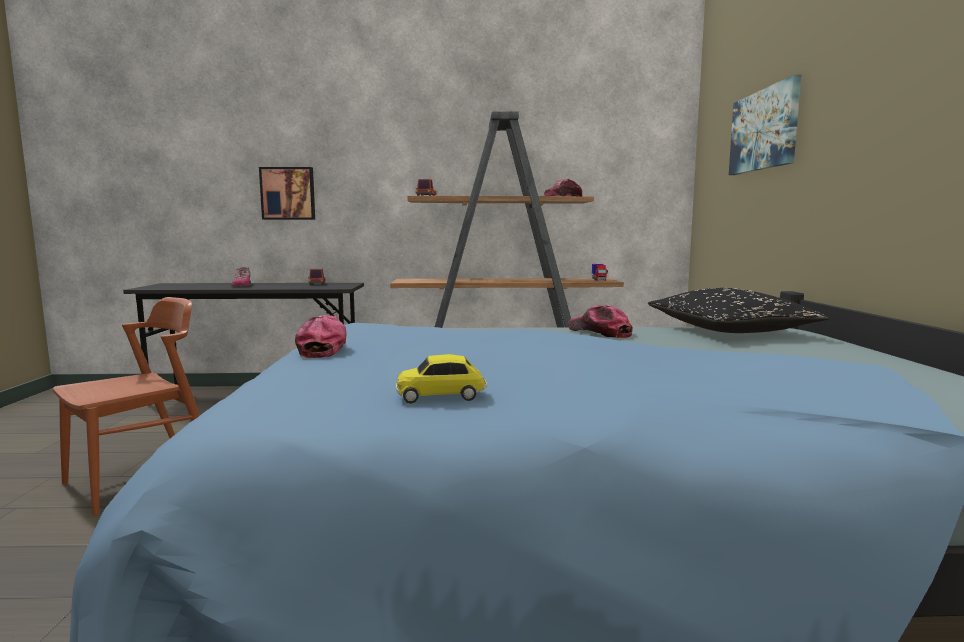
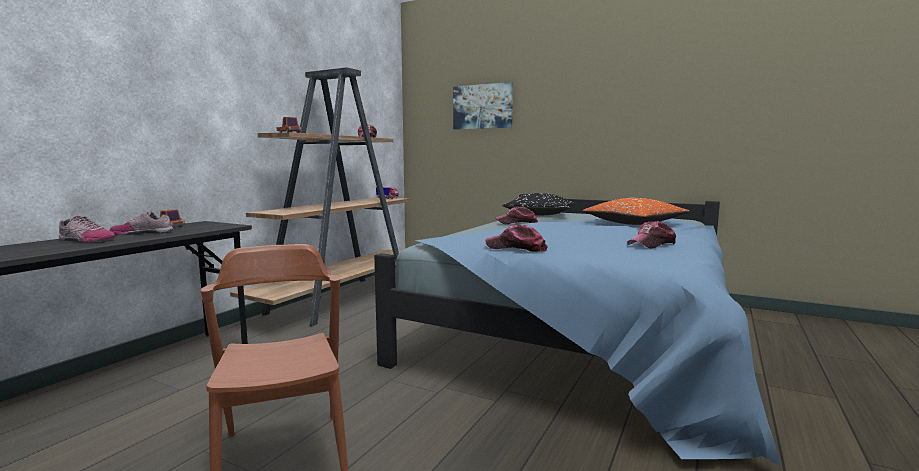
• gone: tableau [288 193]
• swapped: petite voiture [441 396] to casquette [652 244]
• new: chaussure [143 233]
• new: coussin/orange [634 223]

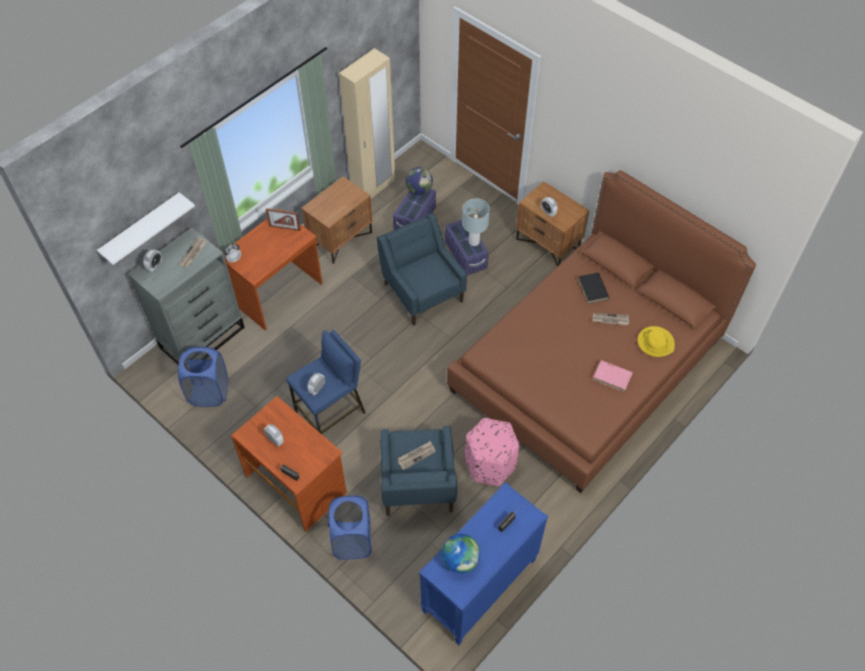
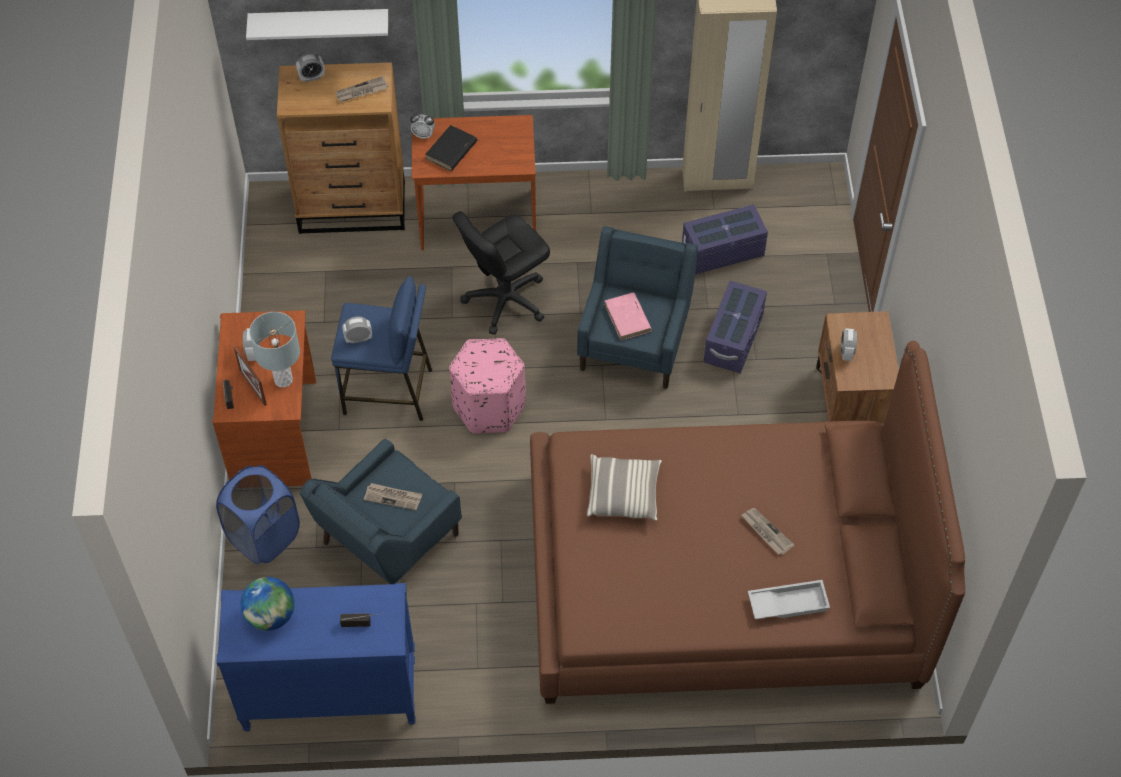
• repainted: commode/gris [203 337] to commode/marron [353 208]
• gone: panier à linge/bleu [209 392]
• shifted: cadre photo [284 228] to [253 387]
• gone: table de chevet/marron [340 238]
• gone: globe [419 190]
• shifted: lampe de table/gris [474 242] to [283 380]
• shifted: pouf/rose [490 464] to [489 407]
• shifted: livre/noir [593 289] to [451 151]
• shifted: livre/rose [612 377] to [628 318]
• swapped: chapeau/jaune [655 343] to plateau/blanc [788 602]
• new: chaise de bureau/noir [505 300]
• new: coussin [623 494]

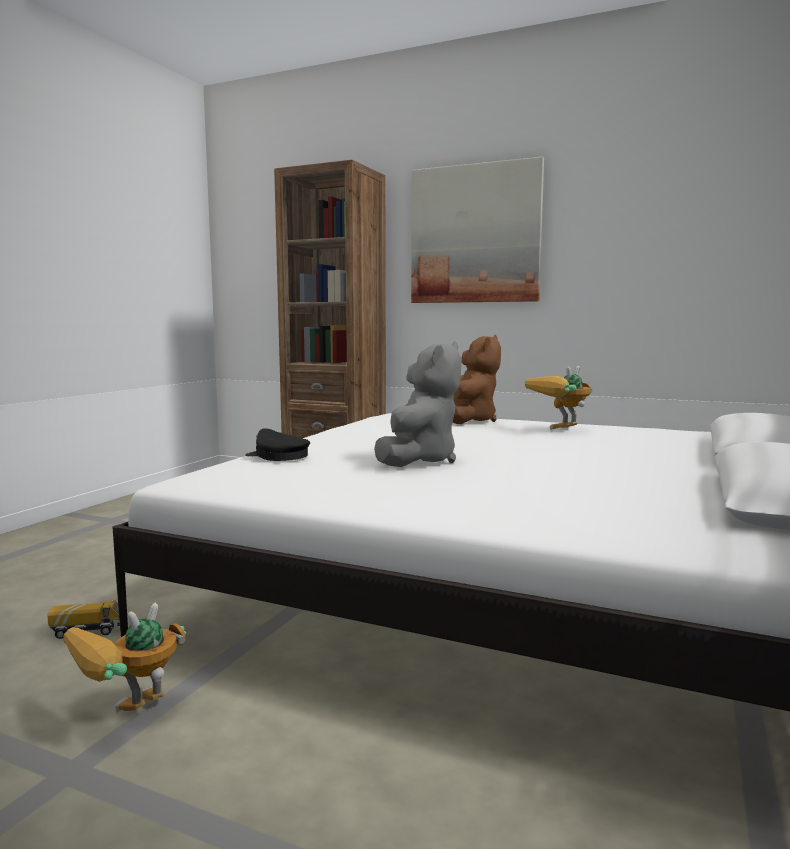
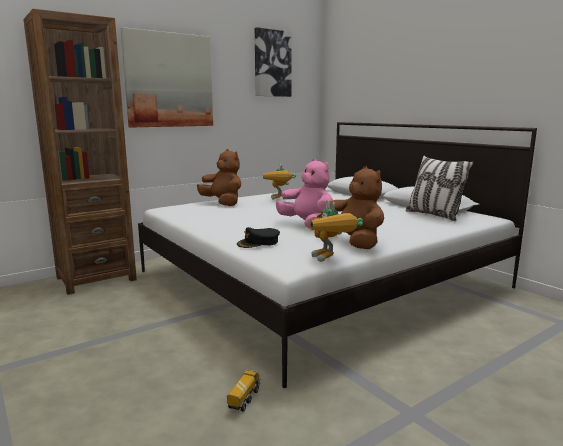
• shifted: robot jouet [129 718] to [331 260]
• repainted: peluche/gris [418 460] to peluche/rose [307 225]
• new: tableau [272 63]
• new: peluche/marron [354 242]
• new: coussin [434 215]

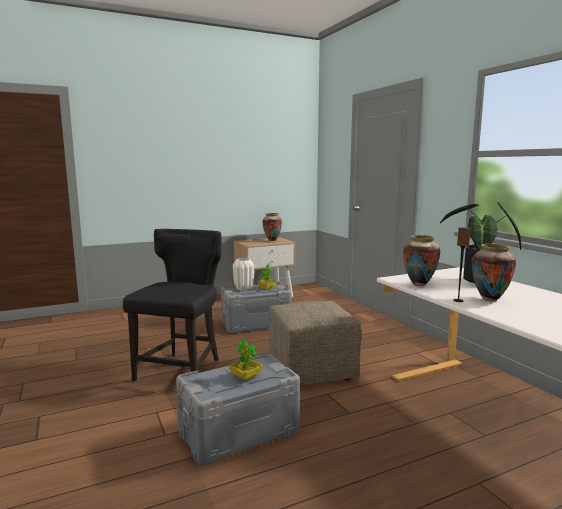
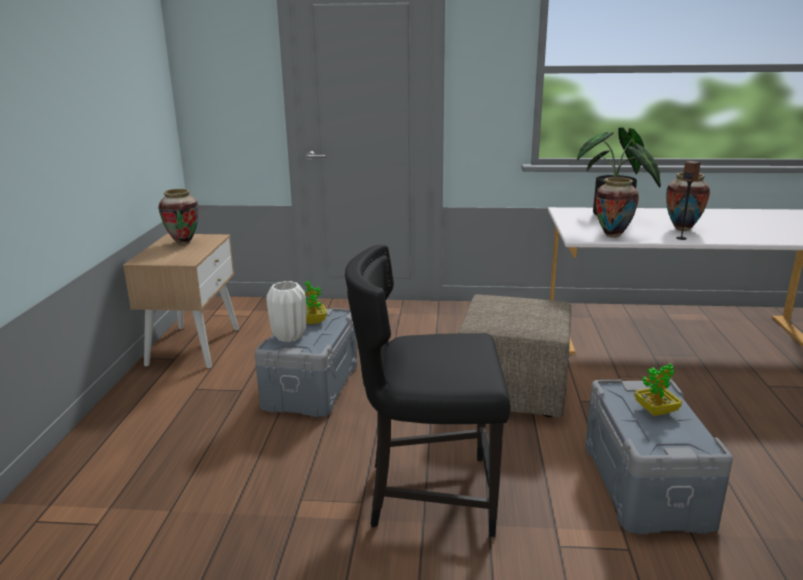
• rotated: chaise/noir [181 370] = [428 494] 45 degrees counterclockwise

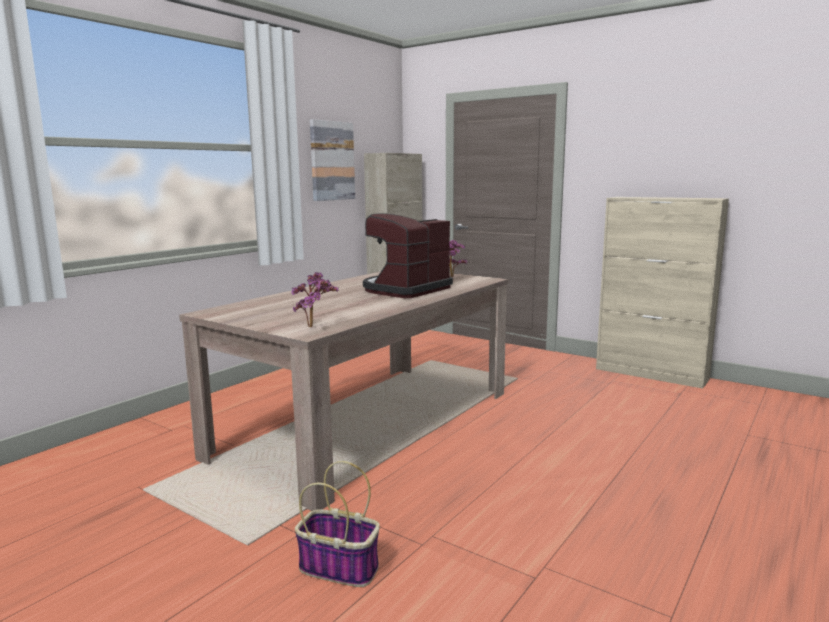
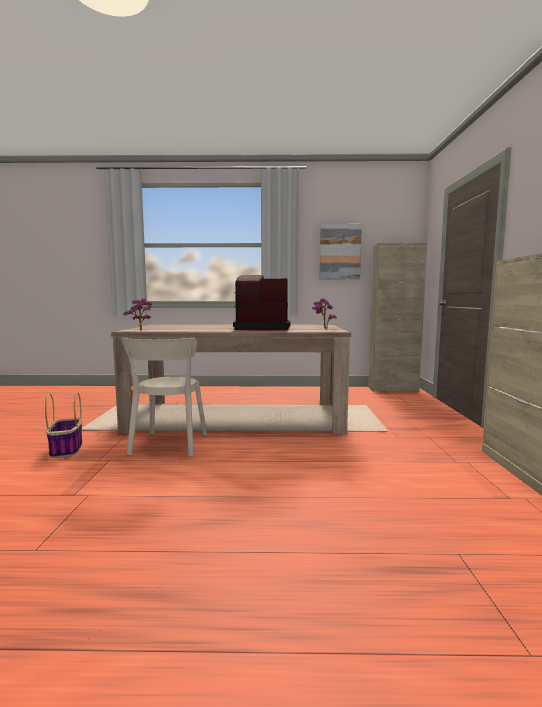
• new: chaise/beige [168 445]

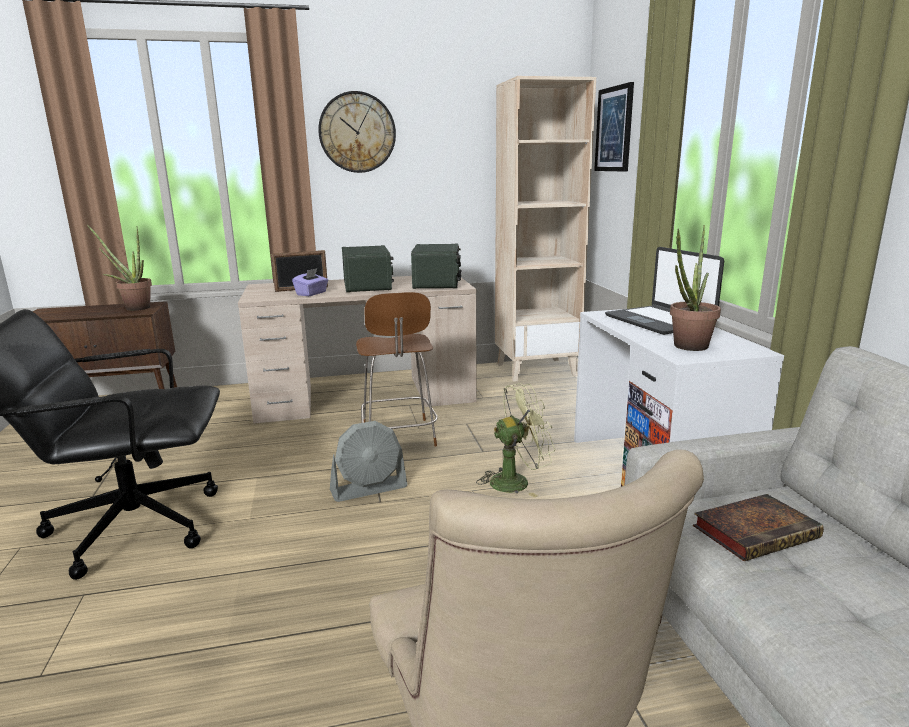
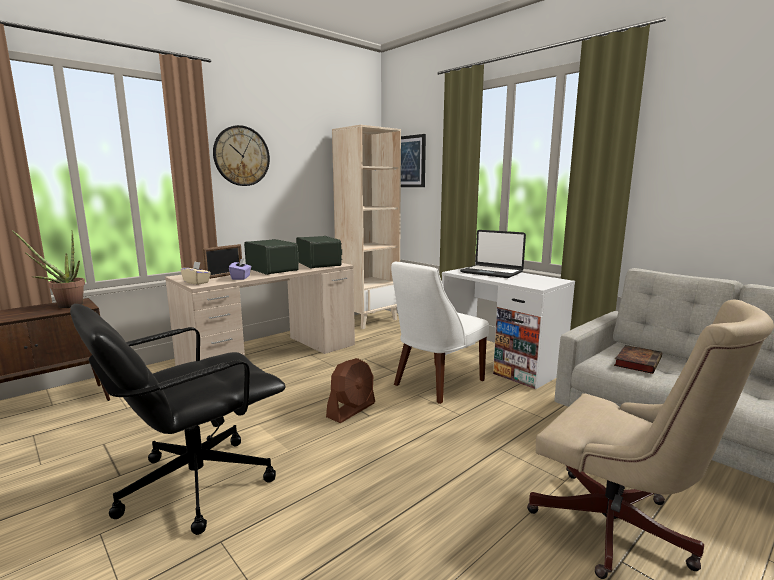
• repainted: ventilateur/gris [369 489] to ventilateur/marron [351 410]
• gone: chaise/marron [398 437]
• swapped: ventilateur/vert [517 481] to chaise/blanc [435 383]
• gone: plante en pot [687 348]
• new: boîte à mouchoirs/beige [196 282]

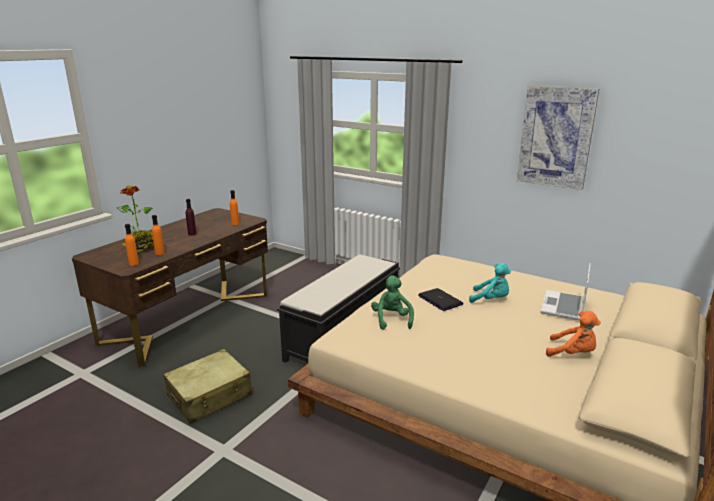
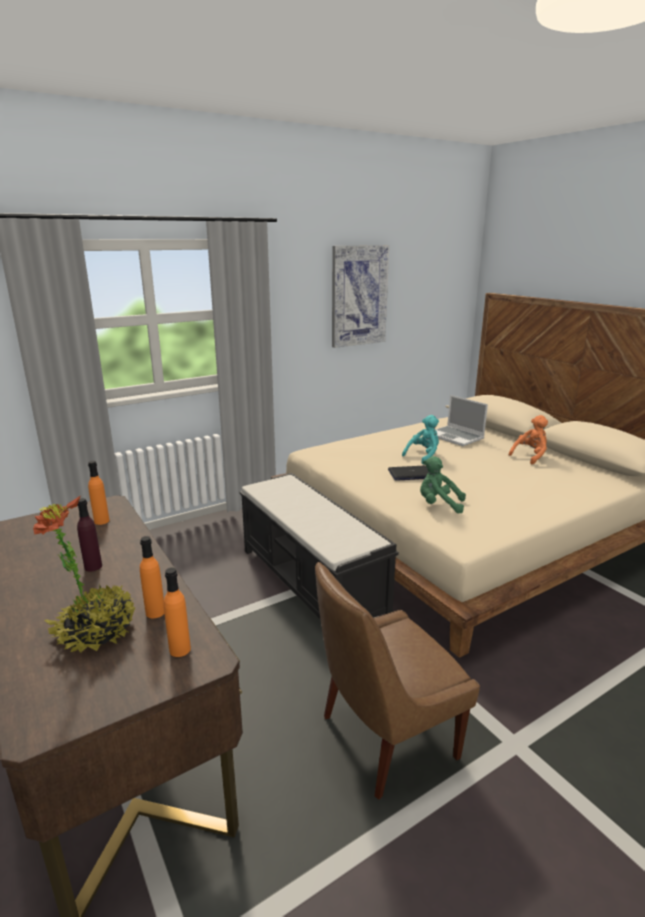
• swapped: valise/beige [210 396] to chaise/marron [384 738]

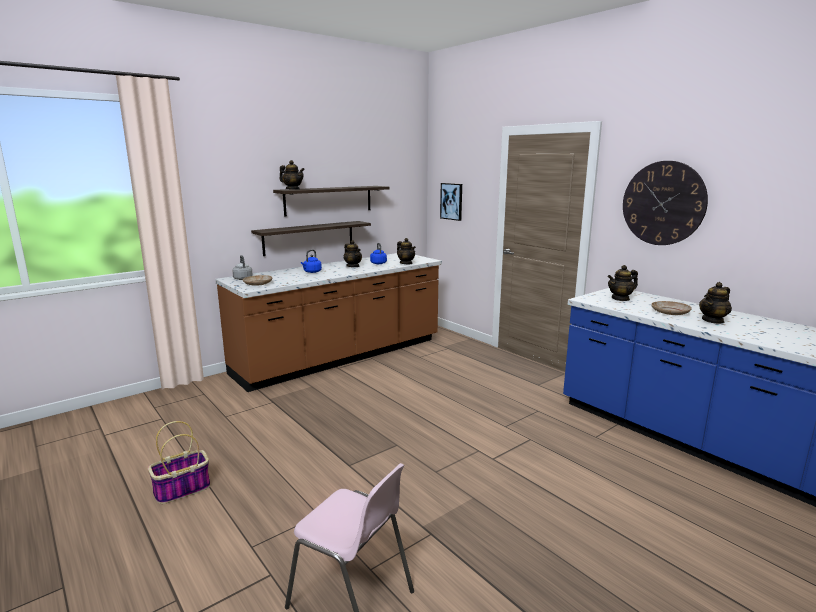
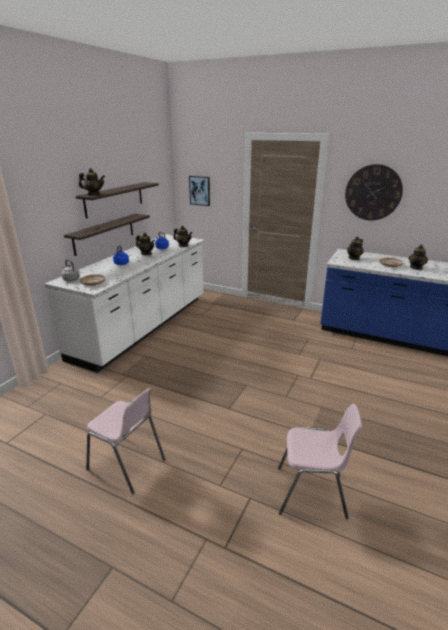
• swapped: panier [182 490] to chaise/rose [127 464]
• repainted: comptoir de cuisine/marron [341 357] to comptoir de cuisine/blanc [144 326]

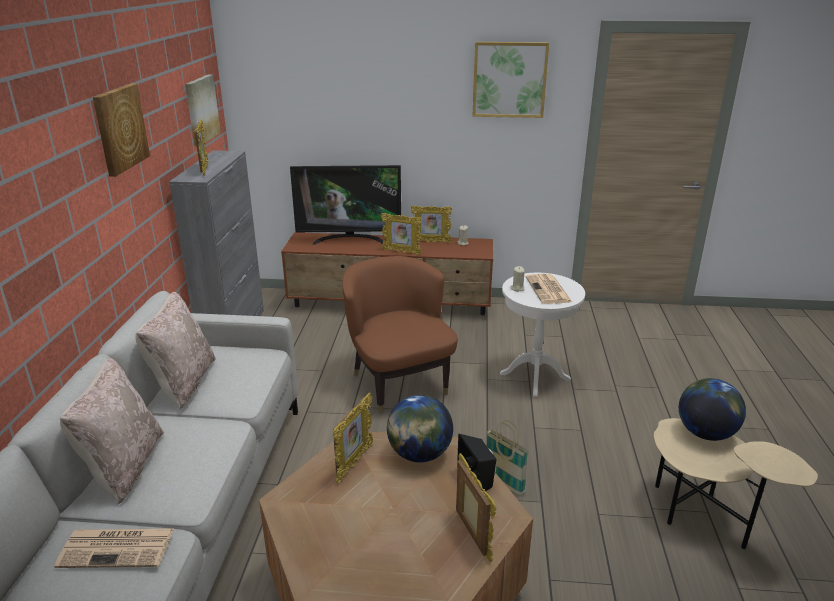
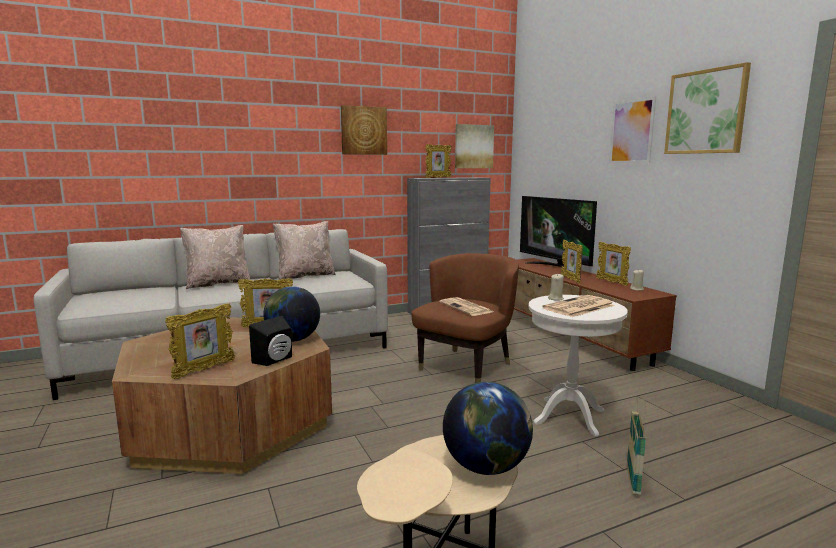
• shifted: journal [118 547] to [467 307]
• shifted: panier [504 483] to [633 480]
• new: tableau [632 131]

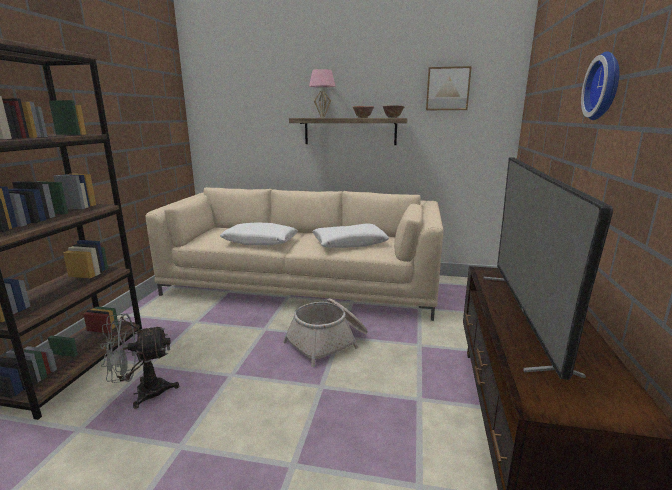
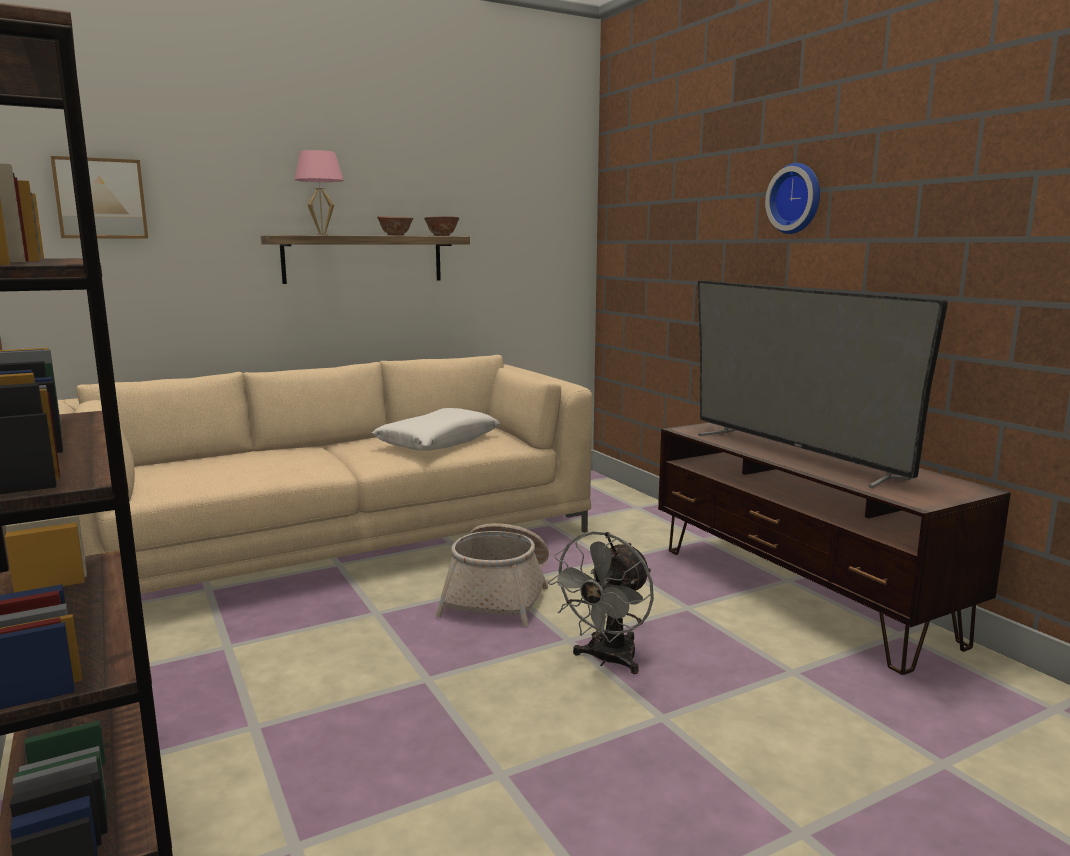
• shifted: ventilateur/gris [143 393] to [607 660]
• gone: coussin/blanc [260 241]
• shifted: tableau [447 89] to [100 199]

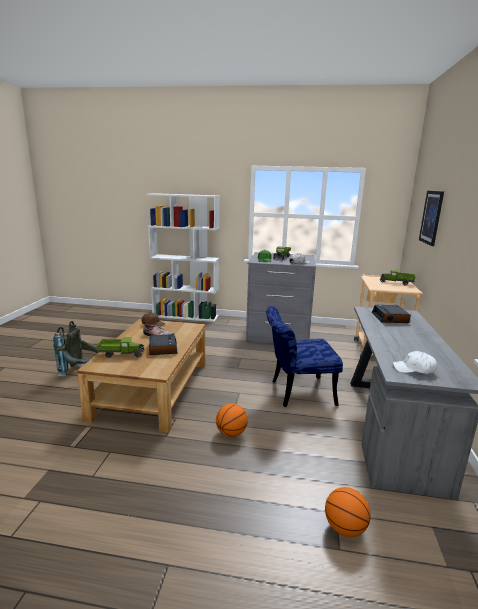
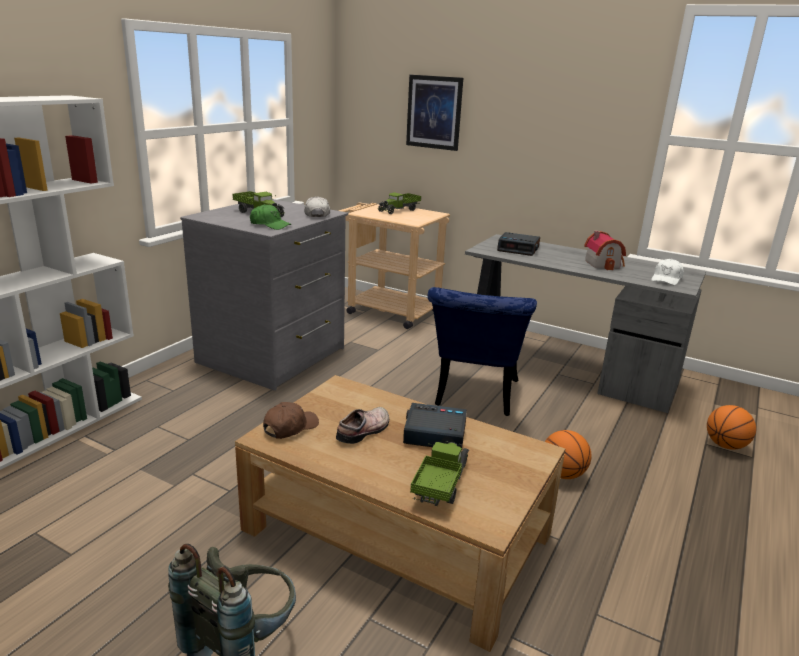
• new: maison miniature [604 264]

